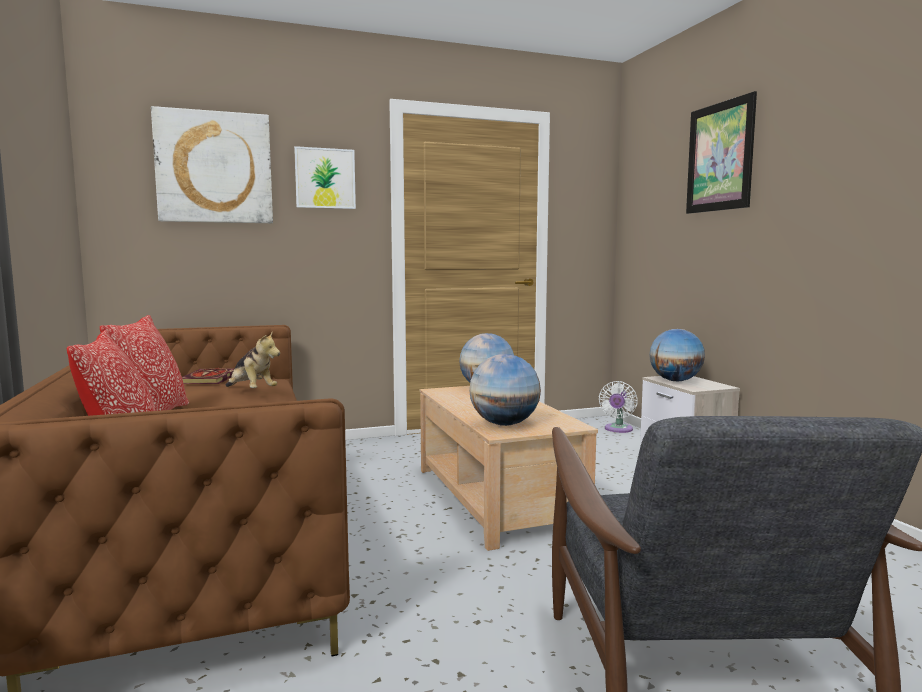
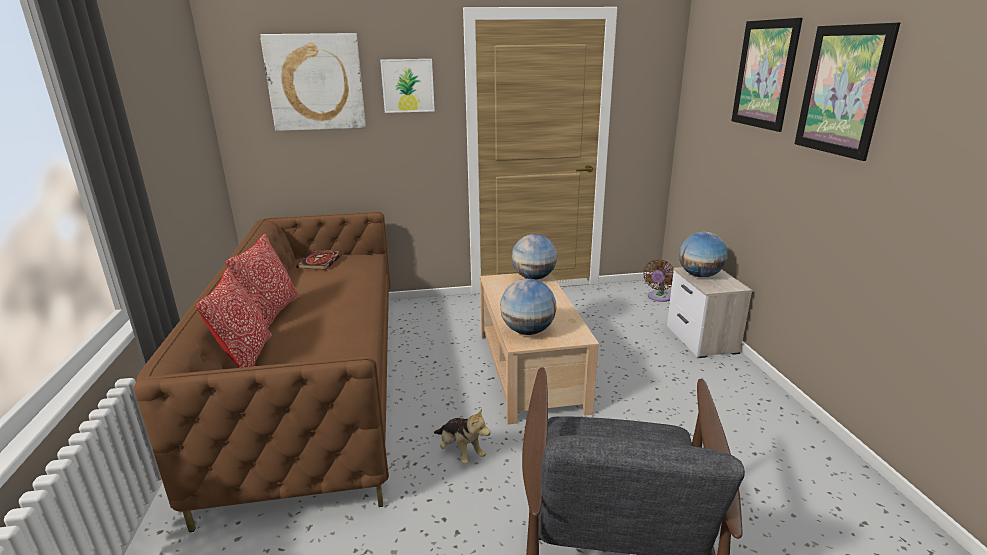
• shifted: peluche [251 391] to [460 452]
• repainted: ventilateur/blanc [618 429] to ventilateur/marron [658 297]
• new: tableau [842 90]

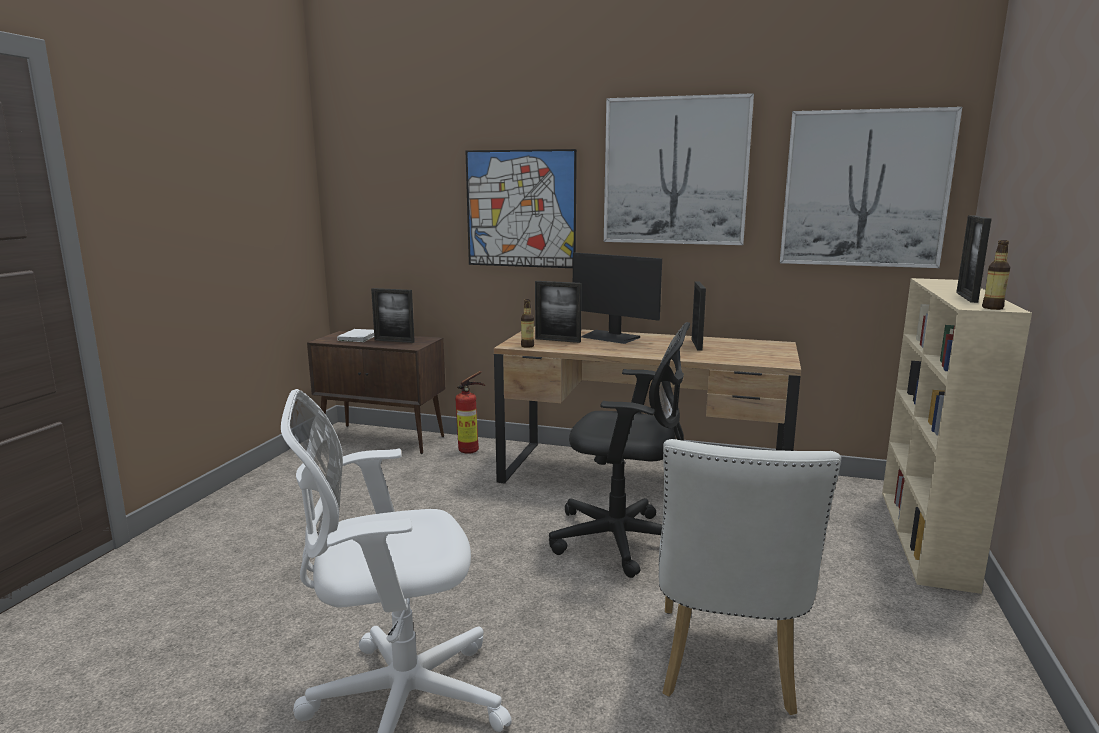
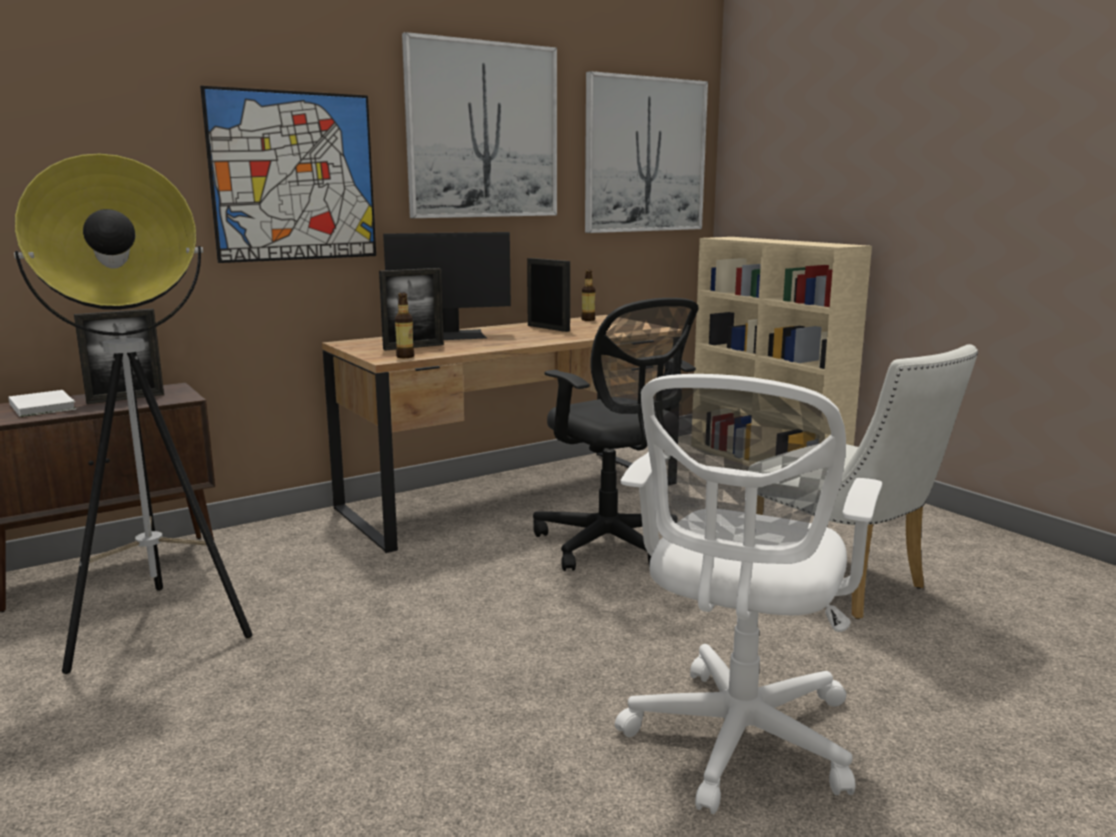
• gone: extincteur [472 450]
• rotated: chaise de bureau/noir [623 541] = [612 546] 90 degrees clockwise
• gone: cadre photo [966 297]
• shifted: bouteille [992 308] to [588 320]
• new: lampadaire [161 628]

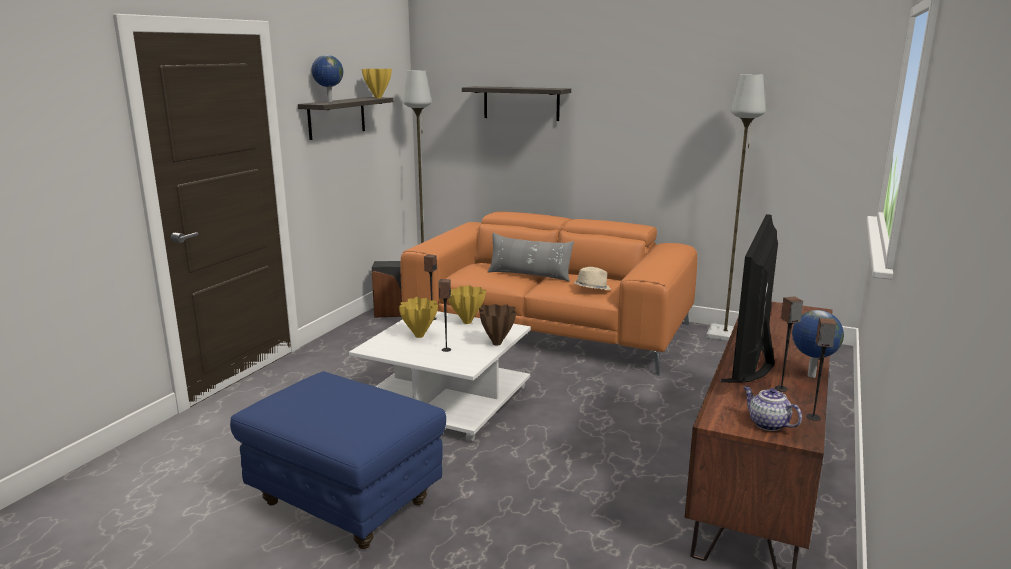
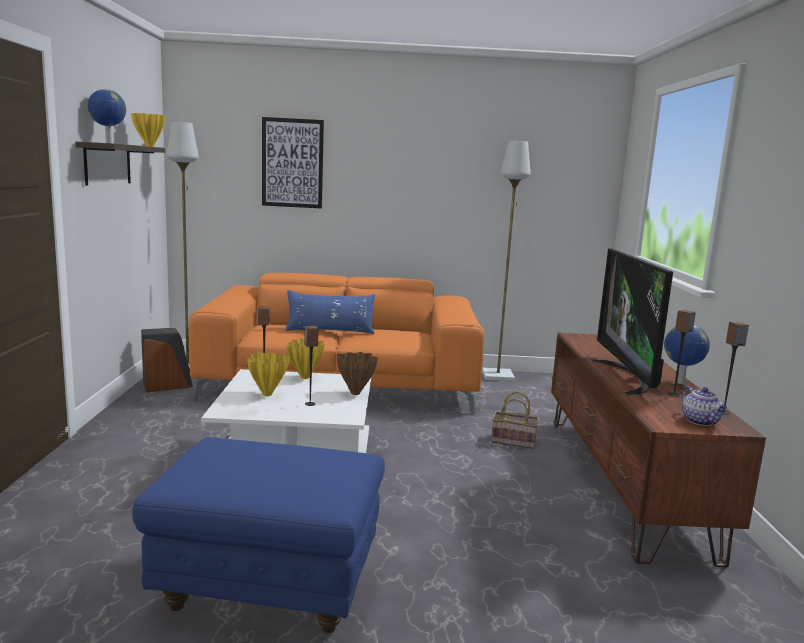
• swapped: étagère [521 103] to tableau [292 163]
• repainted: coussin/gris [529 275] to coussin/bleu [330 331]
• gone: chapeau/beige [591 289]
• rotated: théière [767 424] = [701 421] 135 degrees counterclockwise
• new: panier [514 441]

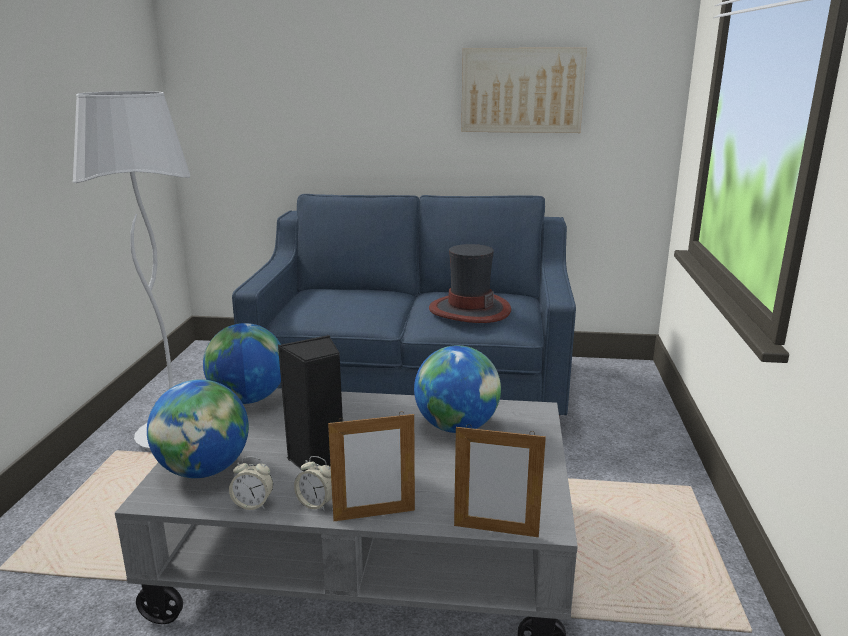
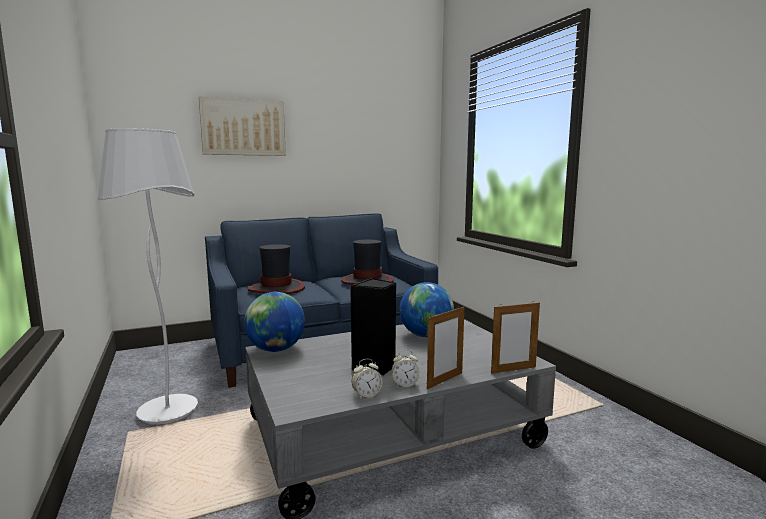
• gone: globe [204 470]
• shifted: tableau [522 90] to [243 127]
• new: chapeau [277 288]

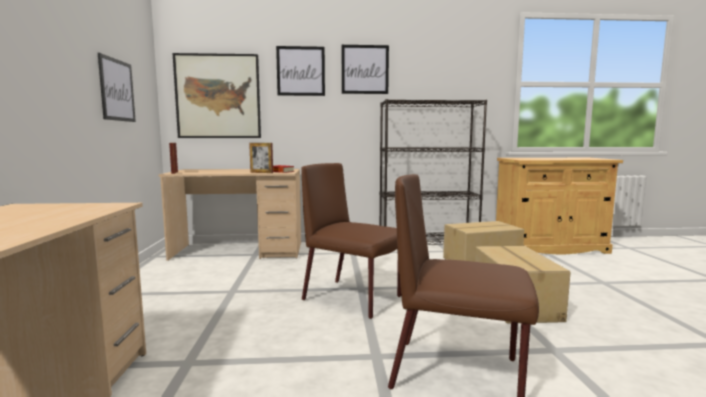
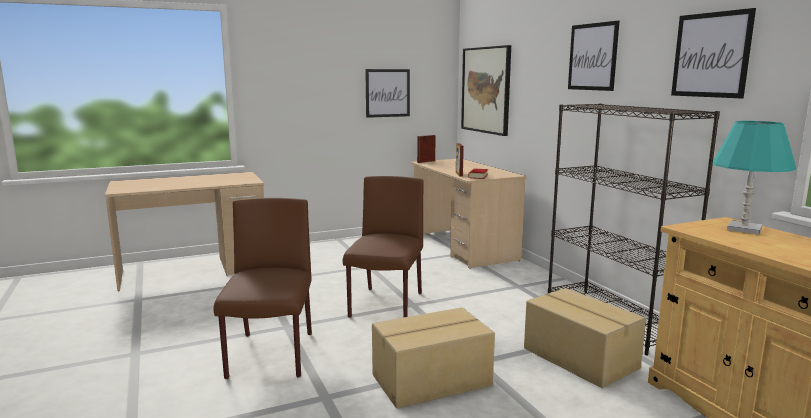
• shifted: tableau [301 71] to [711 55]
• new: lampe de table/turquoise [743 229]

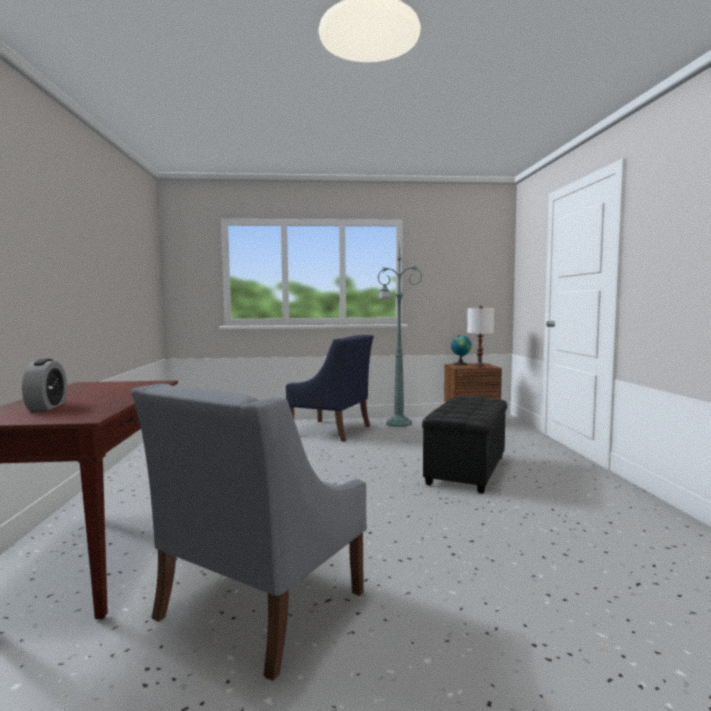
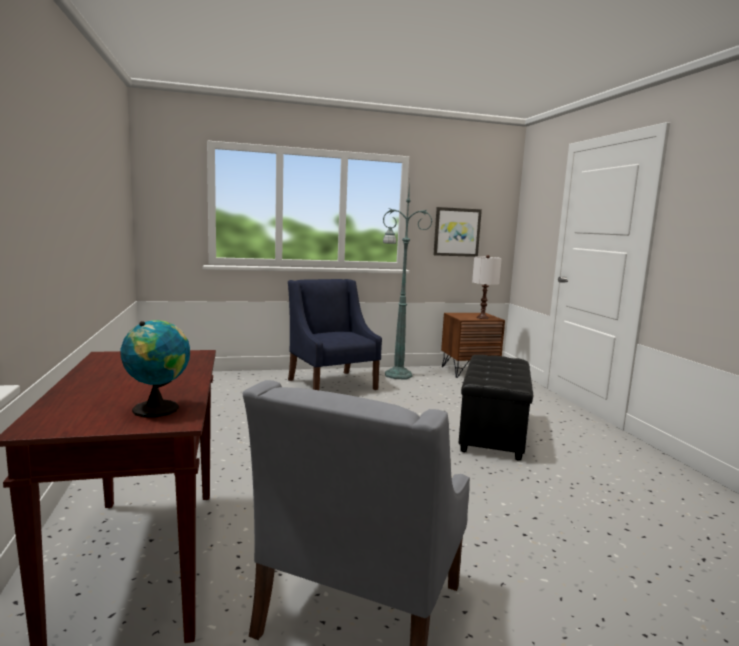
• gone: réveil [47 406]
• rotated: fauteuil/bleu [331 430] = [332 384] 135 degrees counterclockwise
• shifted: globe [461 364] to [158 408]
• new: tableau [456 232]

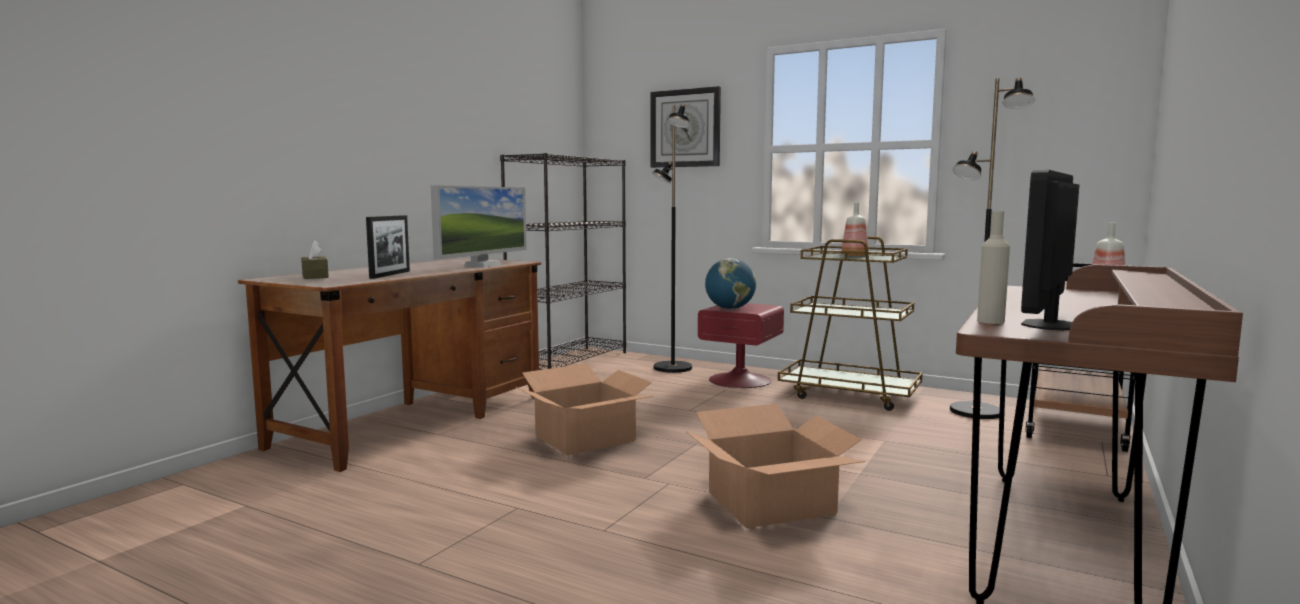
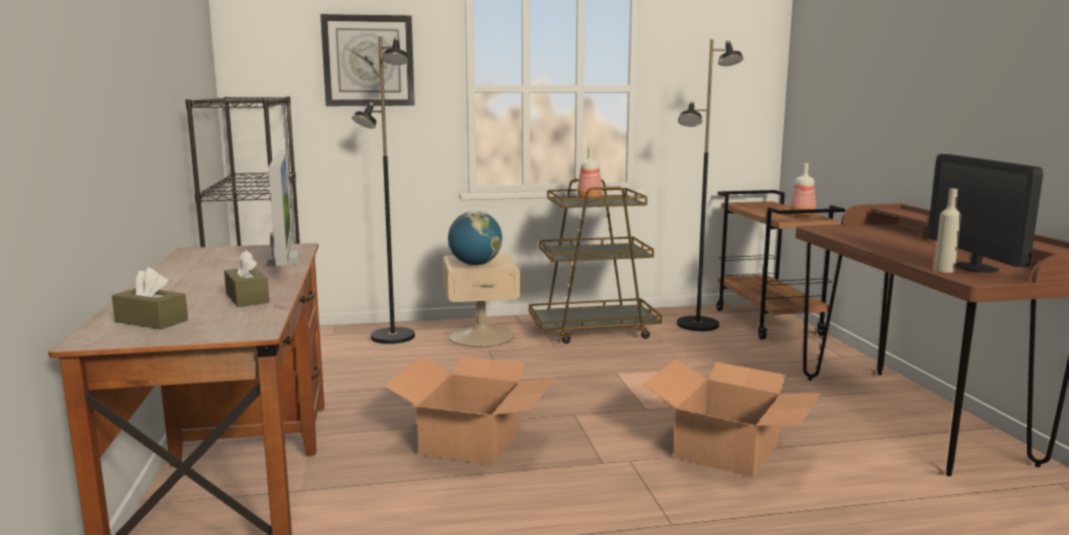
• swapped: cadre photo [390 274] to boîte à mouchoirs/marron [247 298]
• repainted: table de chevet/rouge [740 380] to table de chevet/beige [481 336]

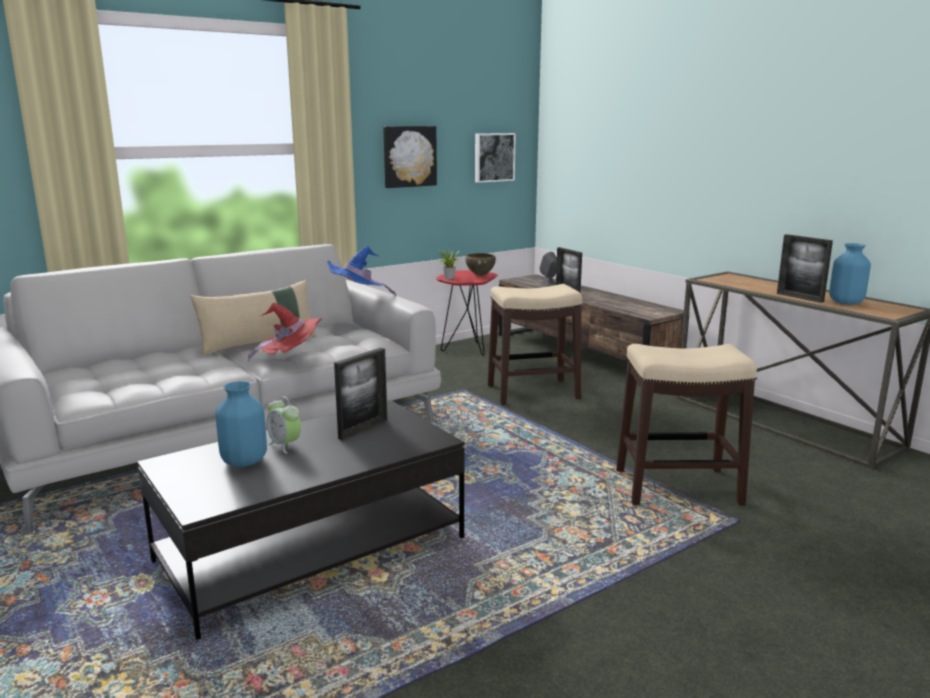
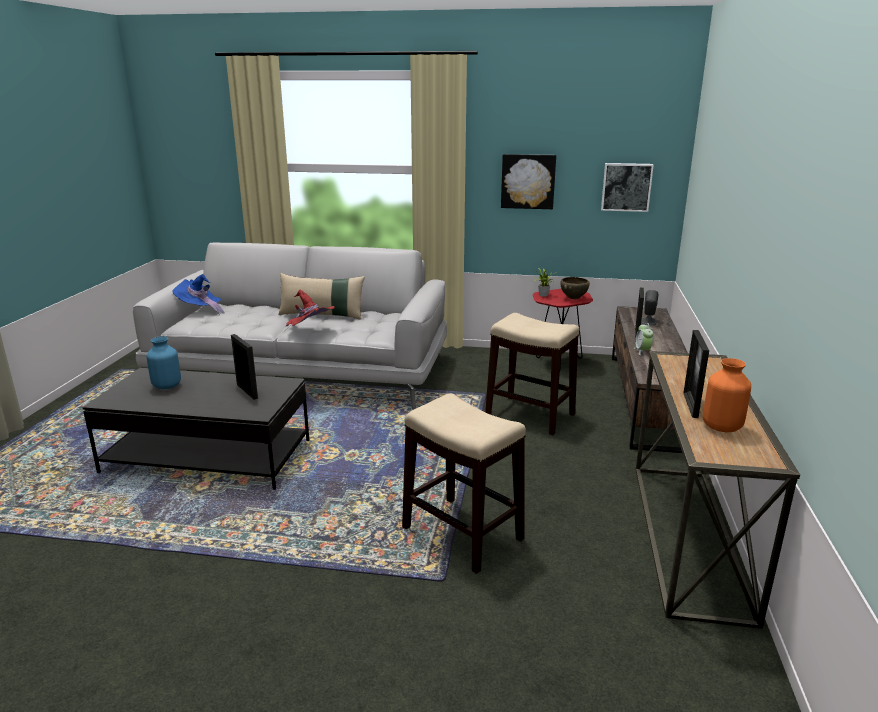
• shifted: réveil [285 445] to [642 351]
• shifted: chapeau/bleu [358 297] to [200 310]
• rotated: cadre photo [363 429] = [247 391] 120 degrees counterclockwise
• repainted: vase/bleu [845 302] to vase/orange [721 426]

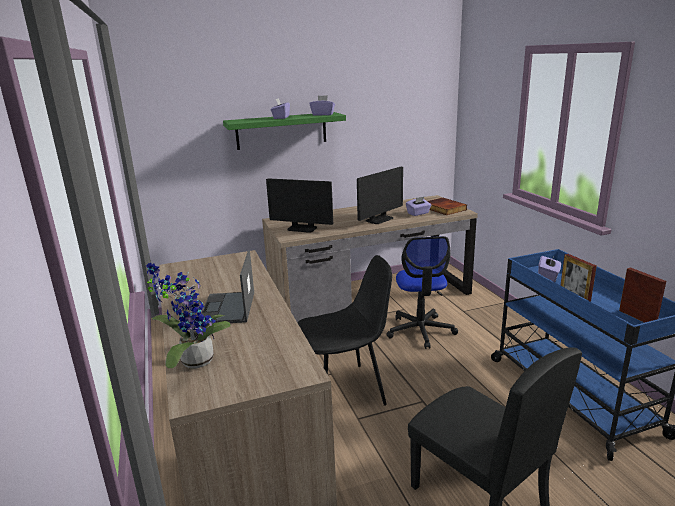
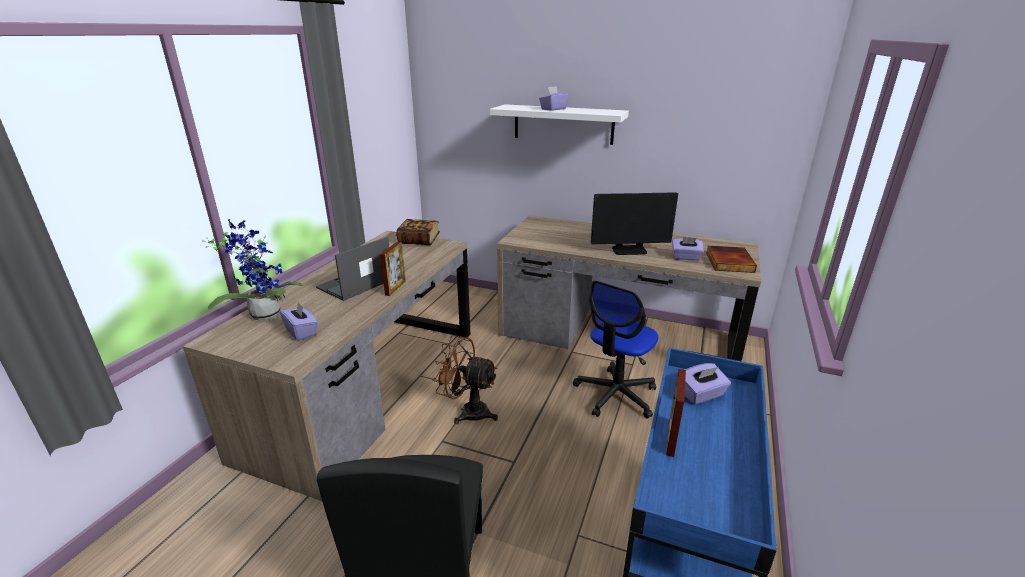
• repainted: étagère/vert [281 131] to étagère/blanc [563 124]
• gone: écran d'ordinateur [302 228]
• swapped: chaise/noir [345 390] to ventilateur/marron [468 411]
• shifted: boîte à mouchoirs/violet [323 114] to [302 332]
• shifted: cadre photo [637 317] to [395 288]
• new: livre [419 240]

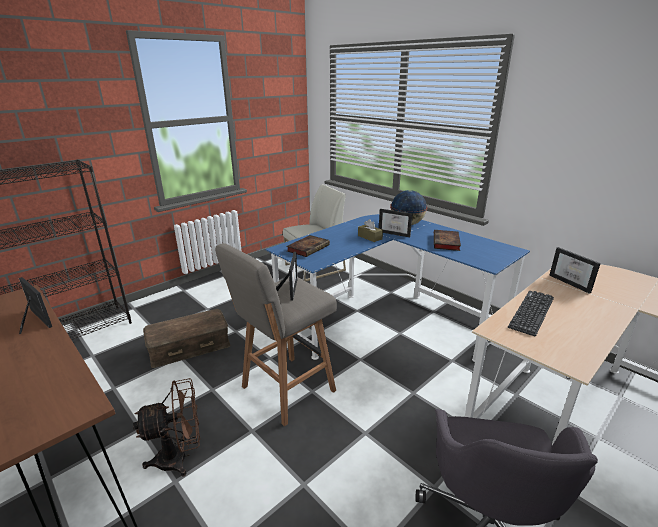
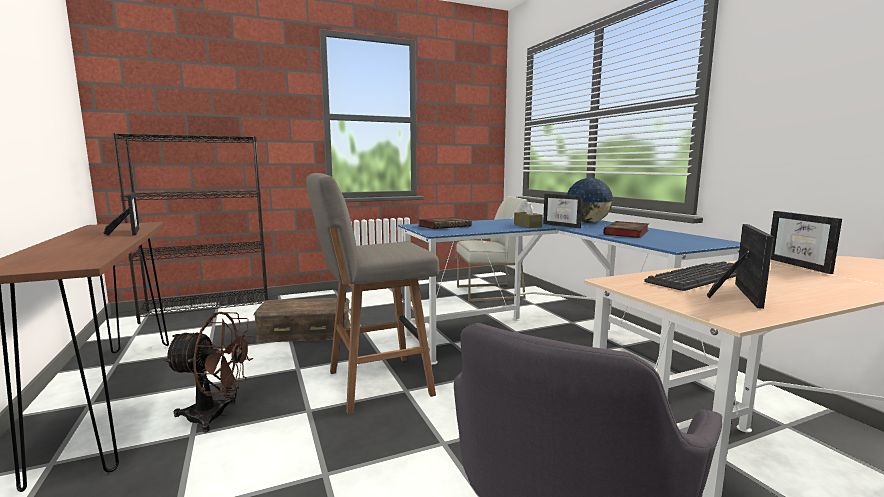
• shifted: cadre photo [289 289] to [736 294]

